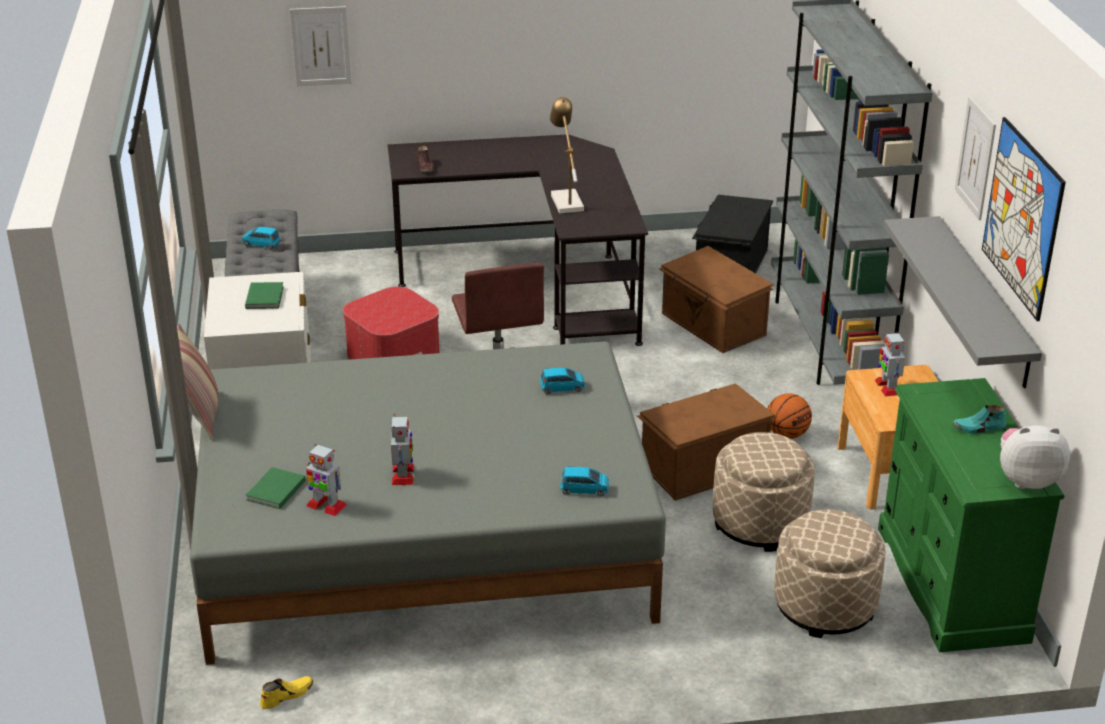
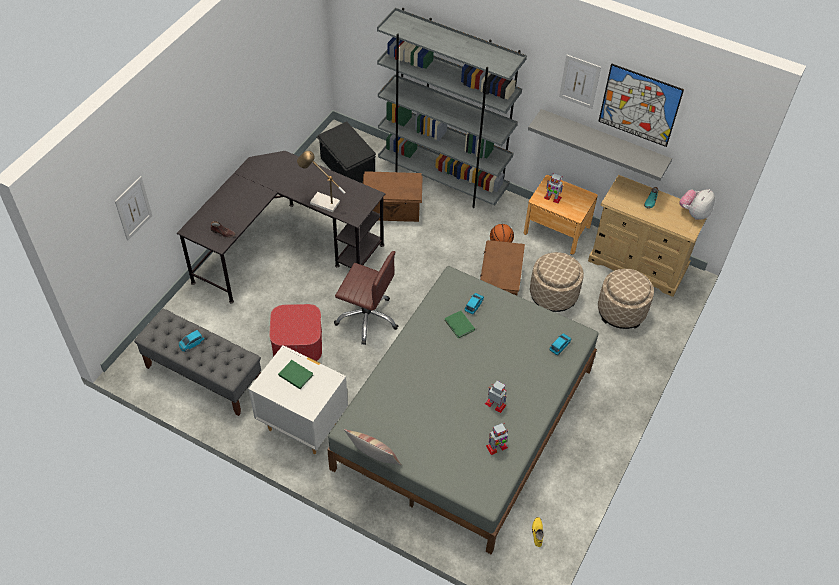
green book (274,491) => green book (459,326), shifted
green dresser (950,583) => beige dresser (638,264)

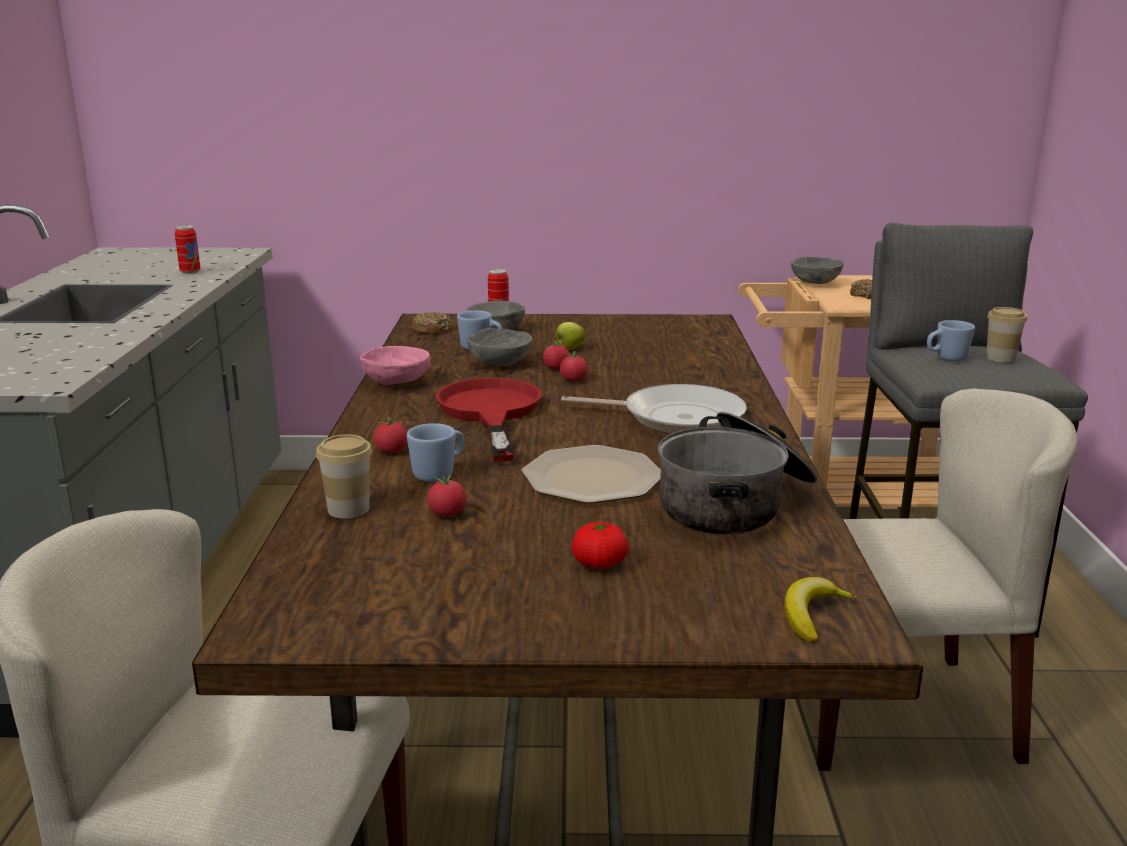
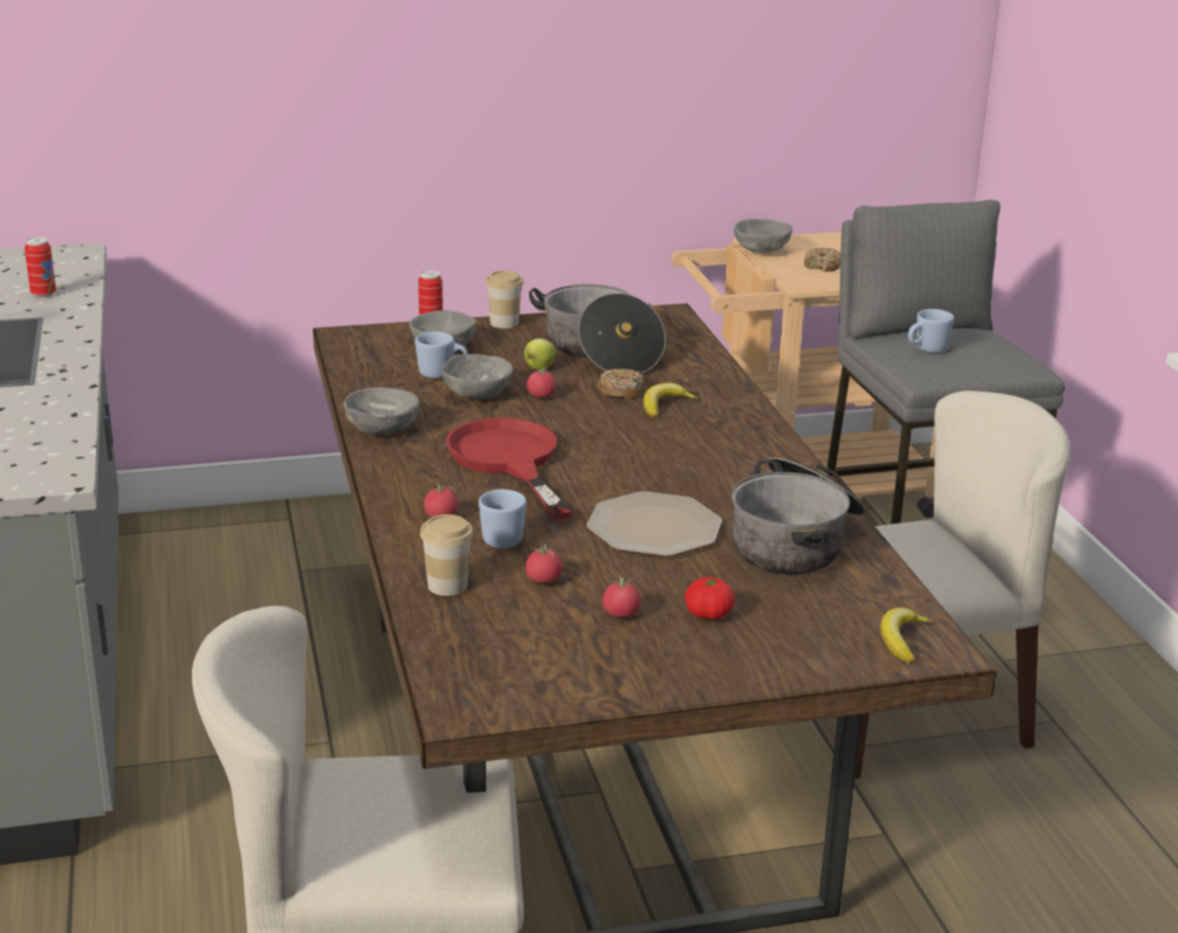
frying pan (676,417) => nothing
nothing => cooking pot (599,351)
nothing => banana (664,406)
donut (431,330) => donut (620,391), shifted
tomato (573,380) => tomato (621,614), shifted
cup (1000,358) => cup (504,323), shifted
pink bowl (396,382) => grey bowl (382,429)

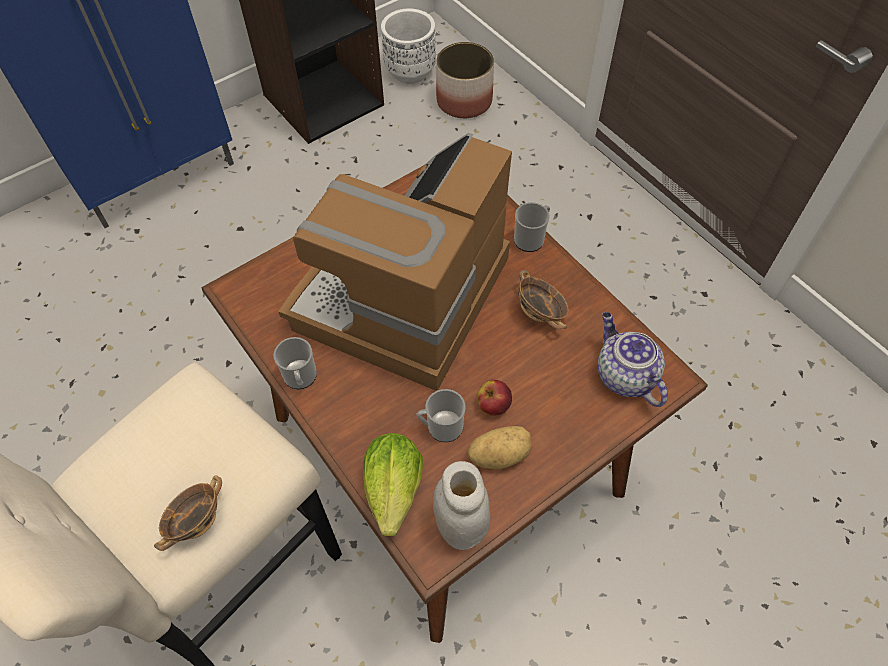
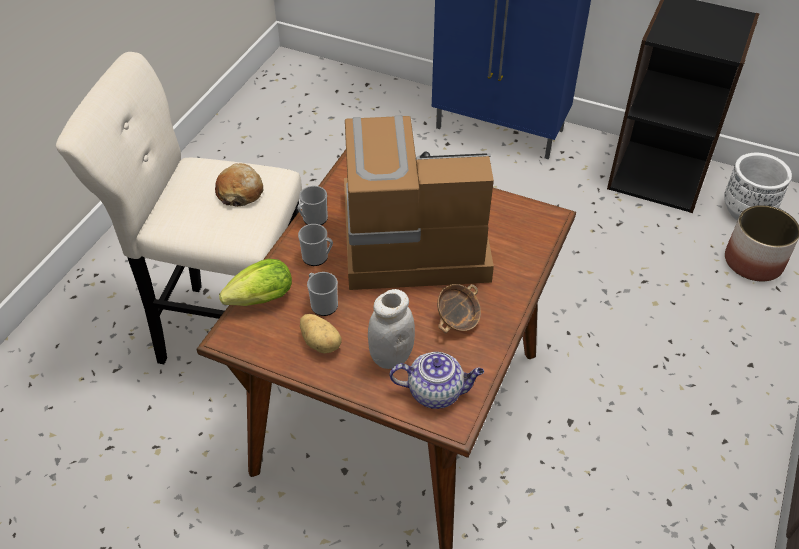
bowl (195,520) => nothing
apple (493,405) => nothing
nothing => bread (240,192)
white jar (461,526) => white jar (391,356), shifted
mug (531,238) => mug (318,257), shifted
teapot (624,375) => teapot (436,392), 60 degrees clockwise

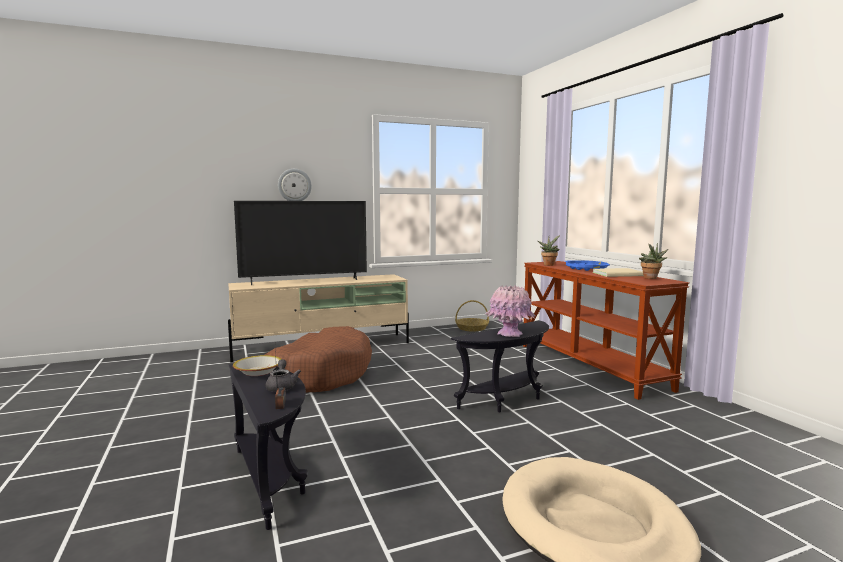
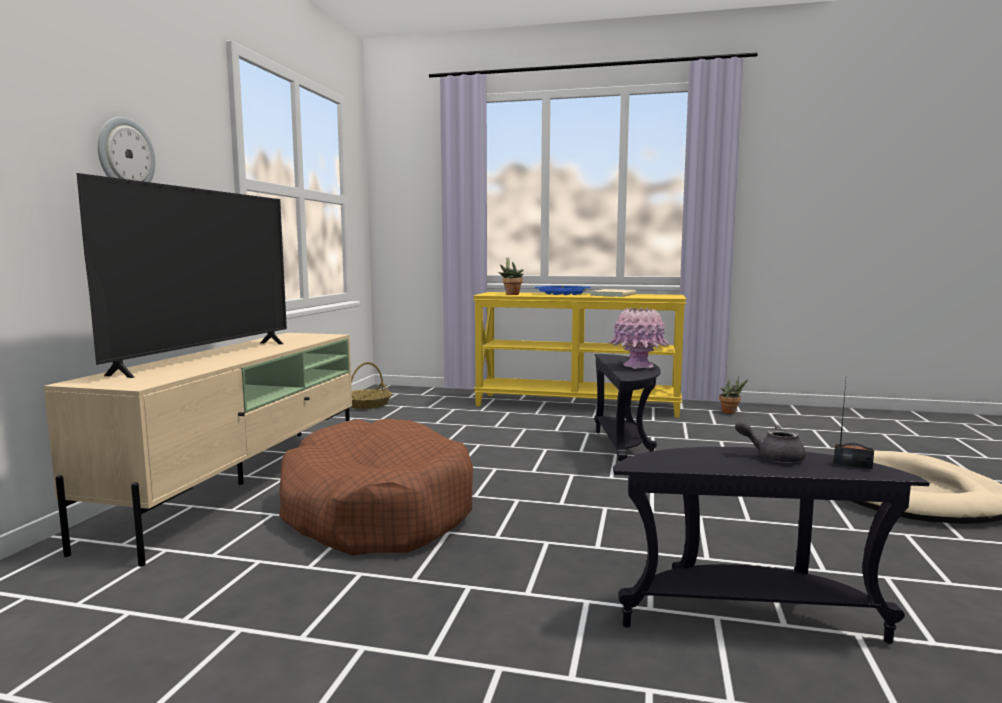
bowl (258,372) => nothing
potted plant (651,278) => potted plant (731,412), shifted
brown console table (591,365) => yellow console table (577,405)

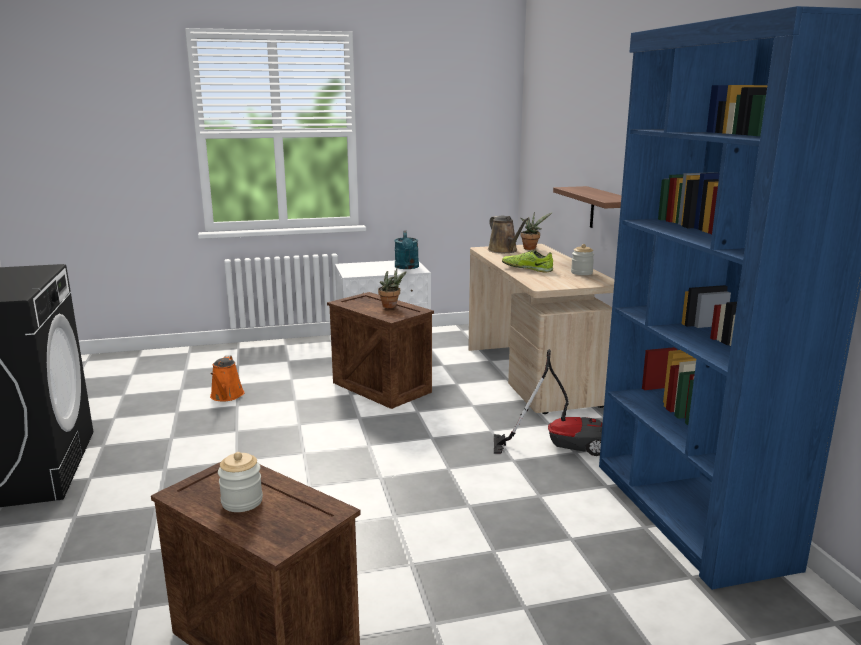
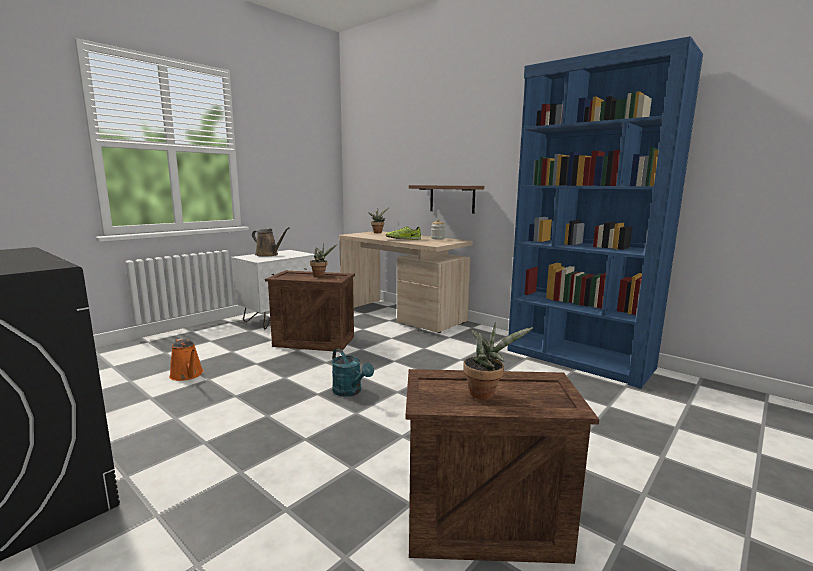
vacuum cleaner (559,444) => nothing
turquoise watering can (407,267) => turquoise watering can (350,392), shifted
brown watering can (504,250) => brown watering can (268,255), shifted
jar (242,501) => potted plant (485,393)

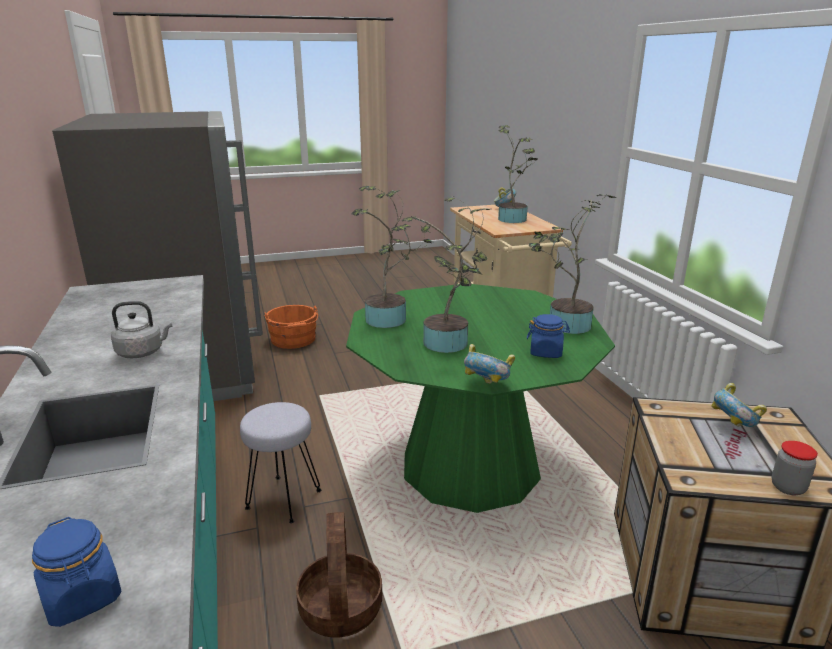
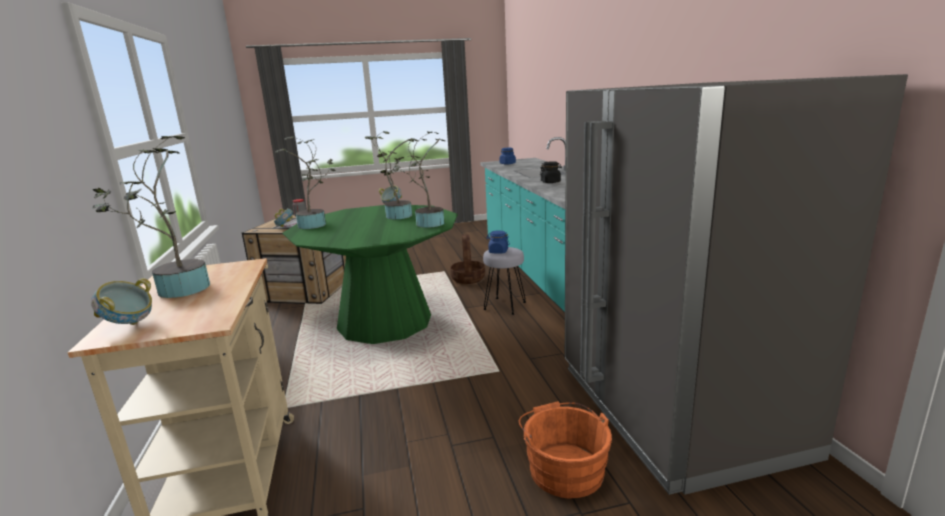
blue jar (546,352) => blue jar (498,251), shifted
grey kettle (143,352) => black jar (550,182)

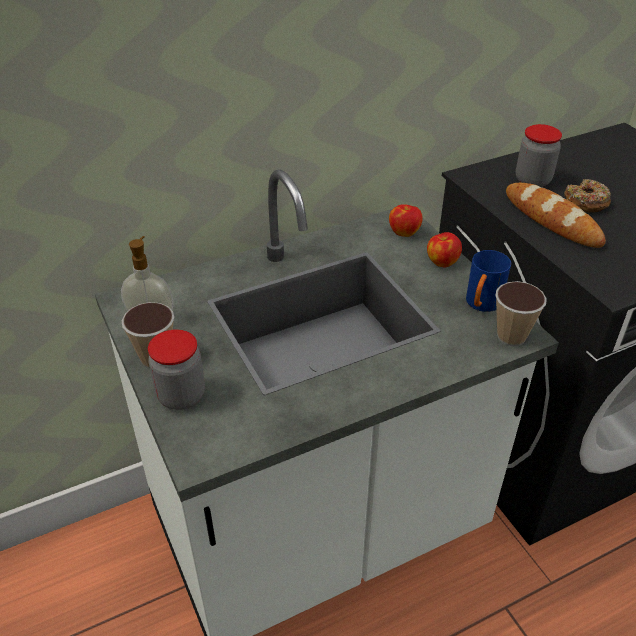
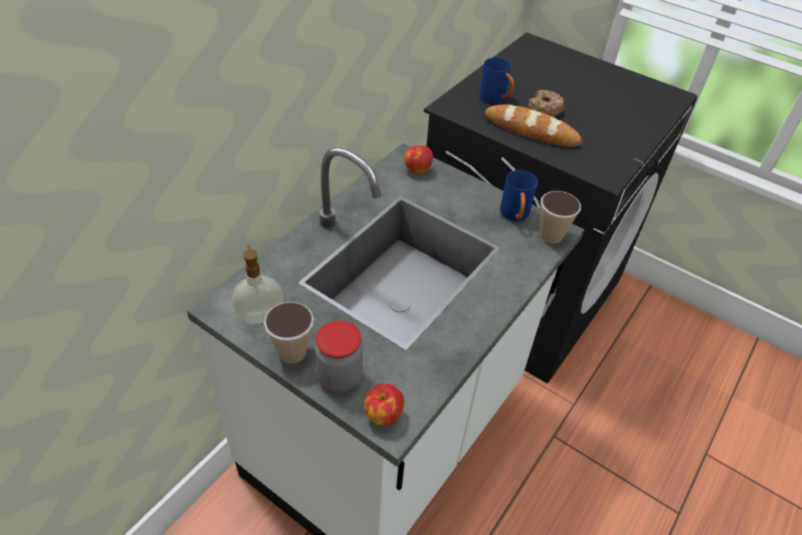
apple (442,262) => apple (383,415), shifted
jar (532,180) => blue mug (496,99)

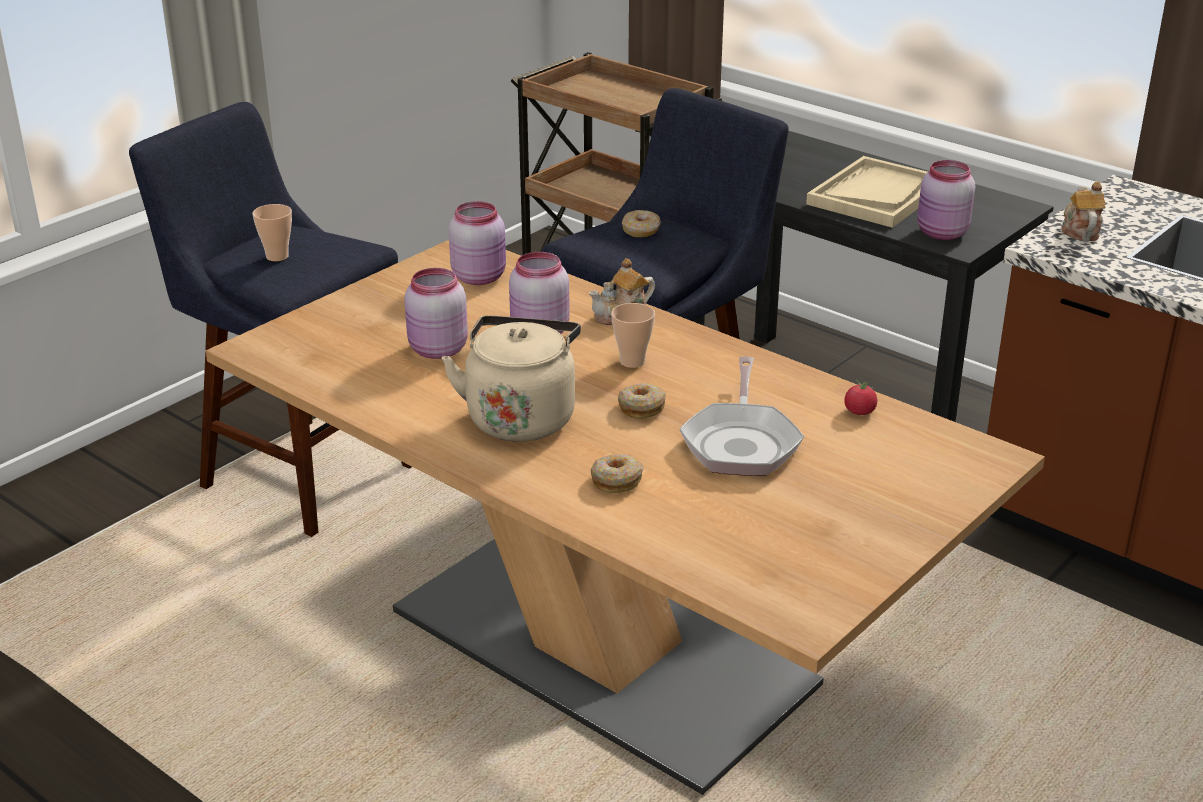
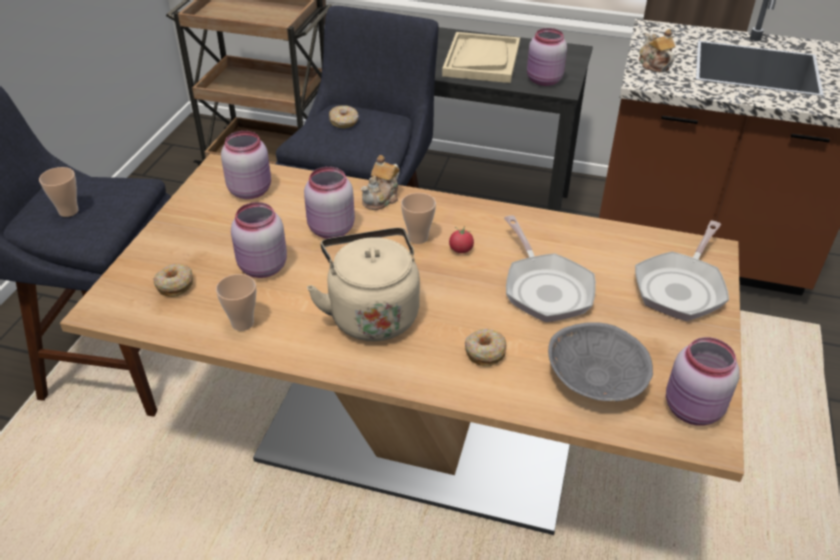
nothing => cup (242,323)
nothing => grey bowl (596,380)
nothing => frying pan (681,287)
nothing => pink jar (692,410)
donut (641,408) => donut (174,285), shifted
tomato (859,412) => tomato (461,249), shifted

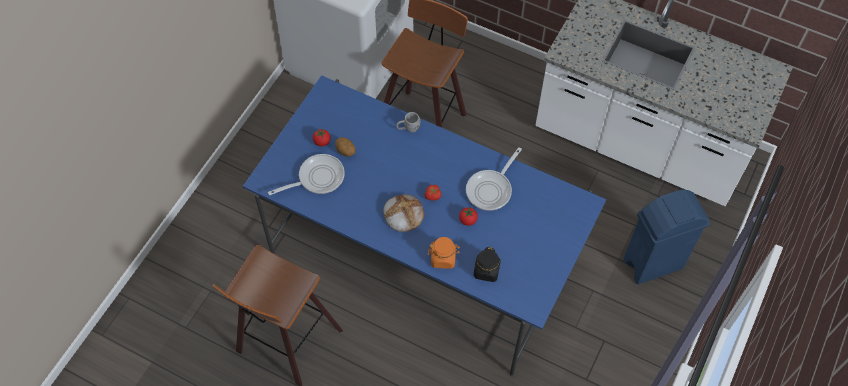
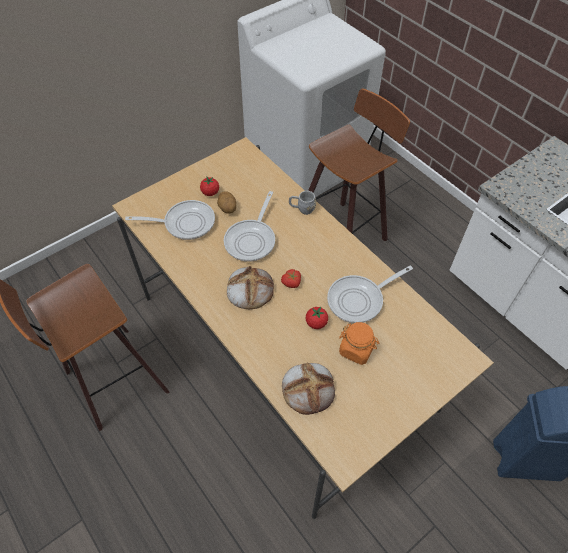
nothing => frying pan (252,240)
orange jar (443,258) => orange jar (356,350), shifted
black jar (486,271) => bread (308,388)
blue dining table (423,255) => beige dining table (284,351)

